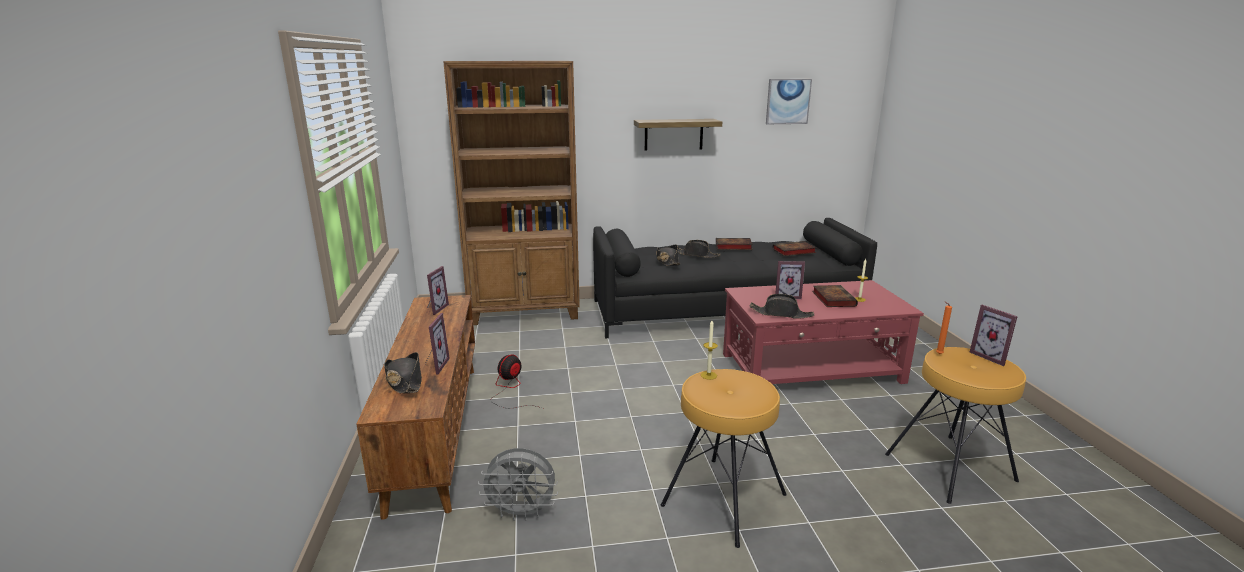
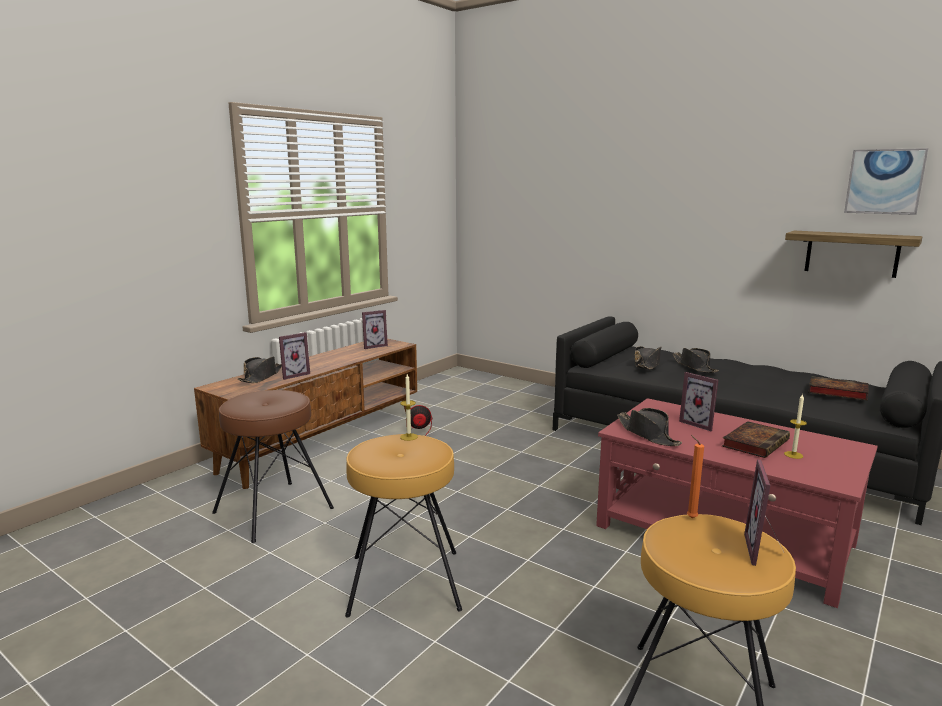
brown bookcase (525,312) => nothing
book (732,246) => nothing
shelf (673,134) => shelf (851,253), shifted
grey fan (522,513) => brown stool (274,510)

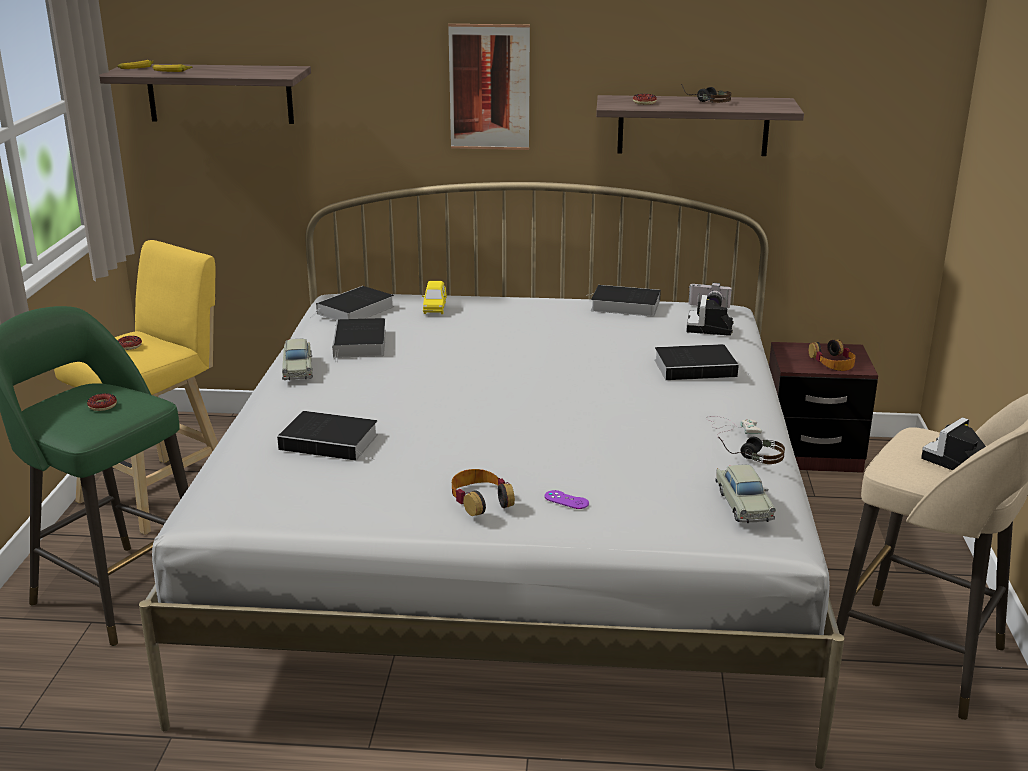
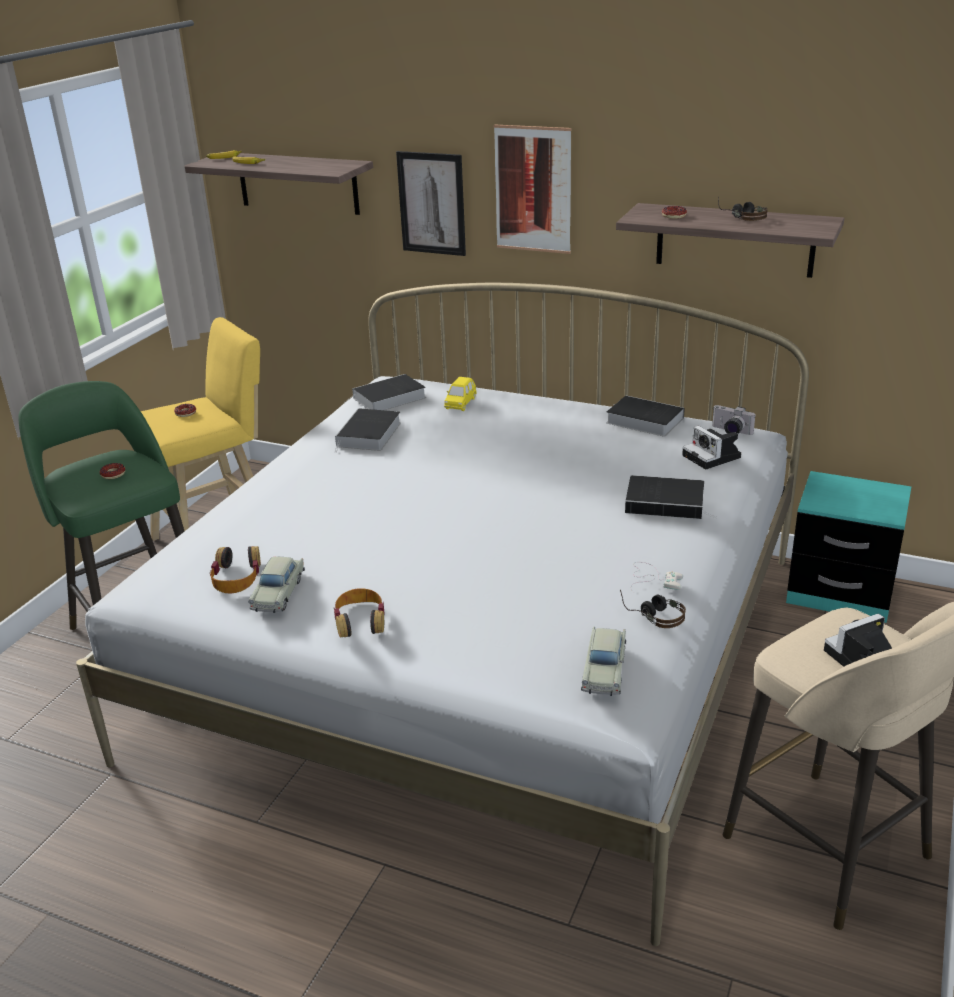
book (332,442) => nothing
purple game controller (566,500) => nothing
nothing => picture (432,203)
beige toy car (298,369) => beige toy car (279,592), shifted
headphones (832,362) => headphones (236,577), shifted
brown nightstand (811,454) => turquoise nightstand (840,593)
photo camera (710,328) => photo camera (713,457), 60 degrees counterclockwise

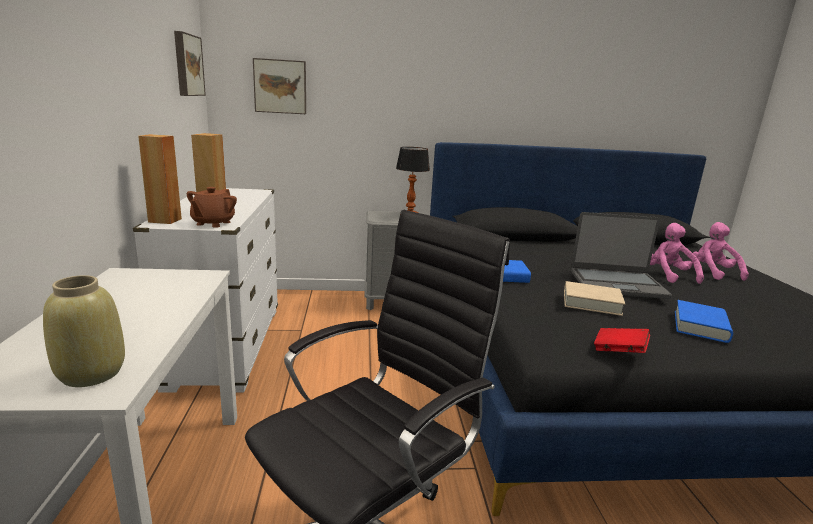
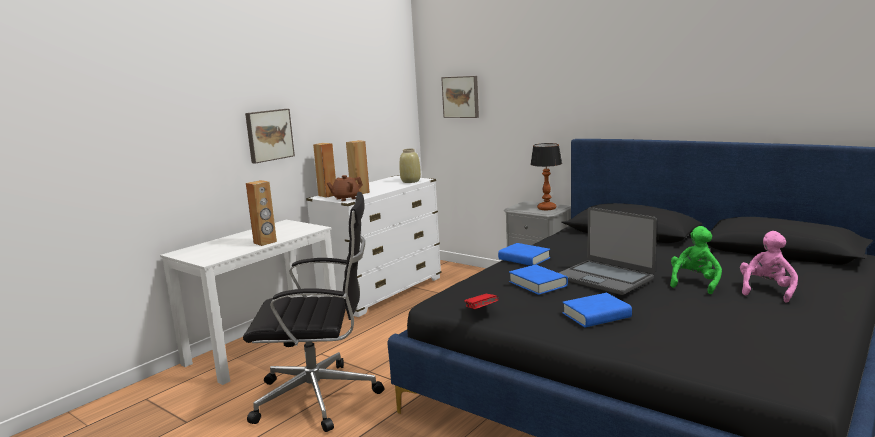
nothing => brown speaker (265,242)
beige vase (92,374) => beige vase (410,181), shifted
picture (187,65) => picture (269,135), shifted
beige book (591,303) => blue book (538,284)
pink plush toy (668,275) => green plush toy (695,283)

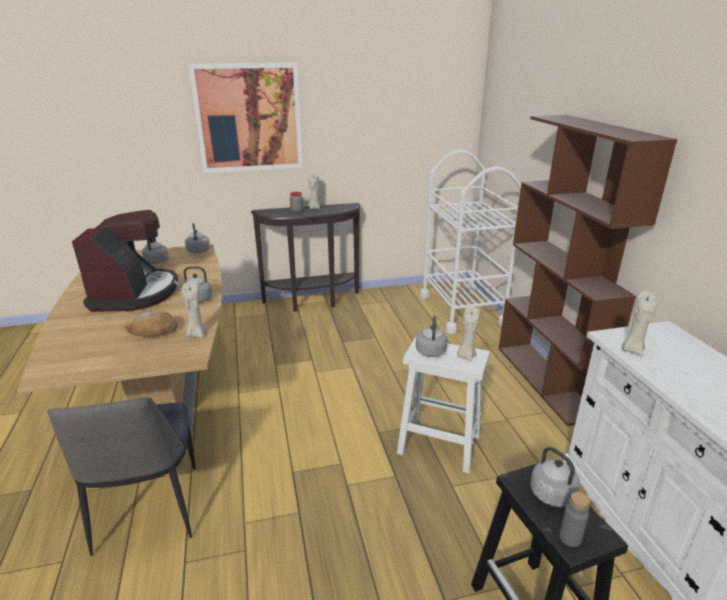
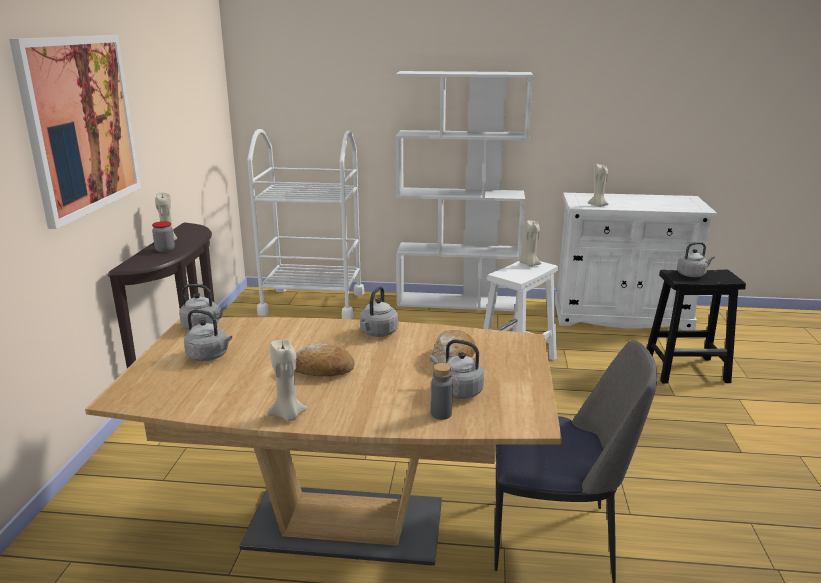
beige candle (196,334) => beige candle (288,415), shifted
grey kettle (430,350) => grey kettle (457,391), shifted
grey bottle (570,538) => grey bottle (441,414), shifted
coffee machine (135,293) => bread (322,370)
brown bookcase (546,381) => white bookcase (458,302)

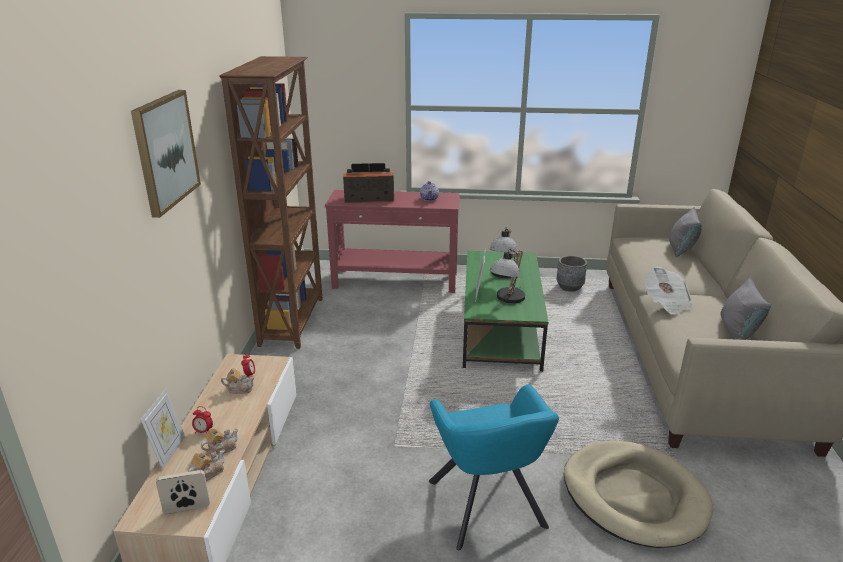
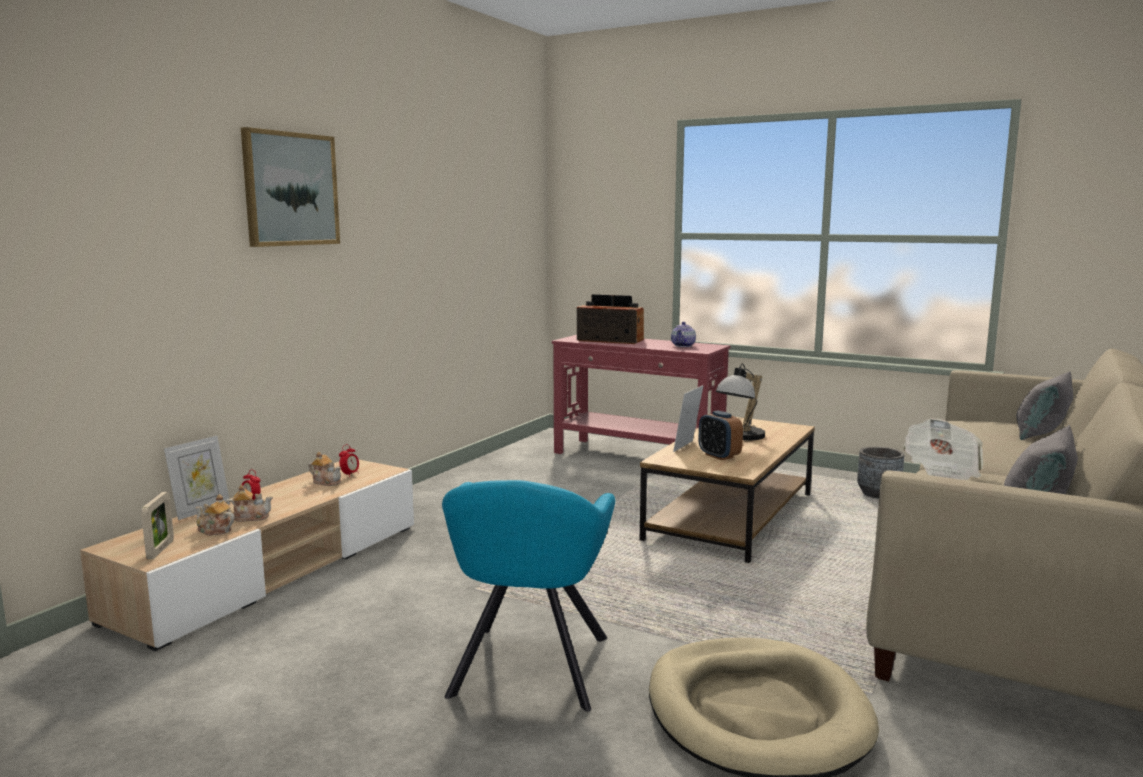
brown bookcase (293,321) => nothing
table lamp (507,300) => alarm clock (719,456)
green coffee table (501,329) => brown coffee table (732,516)
picture frame (187,508) => picture frame (160,549), 75 degrees clockwise
teapot (208,473) => teapot (214,530), 135 degrees counterclockwise

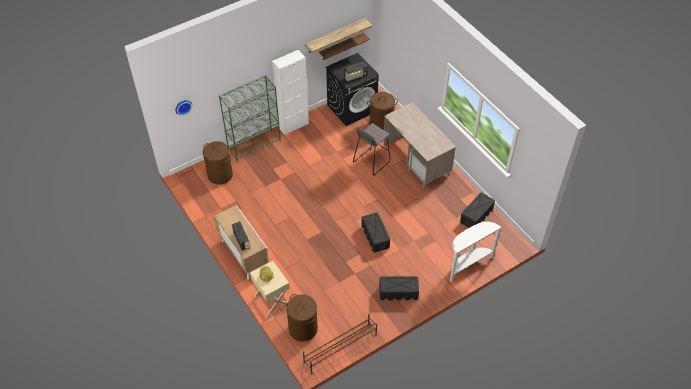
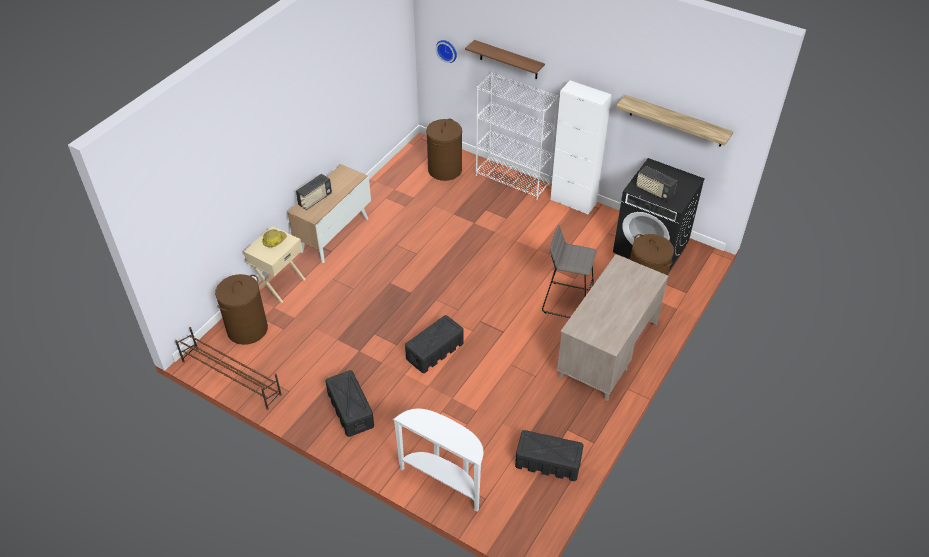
shelf (341,47) => shelf (508,60), shifted
green bookcase (254,145) => white bookcase (513,180)

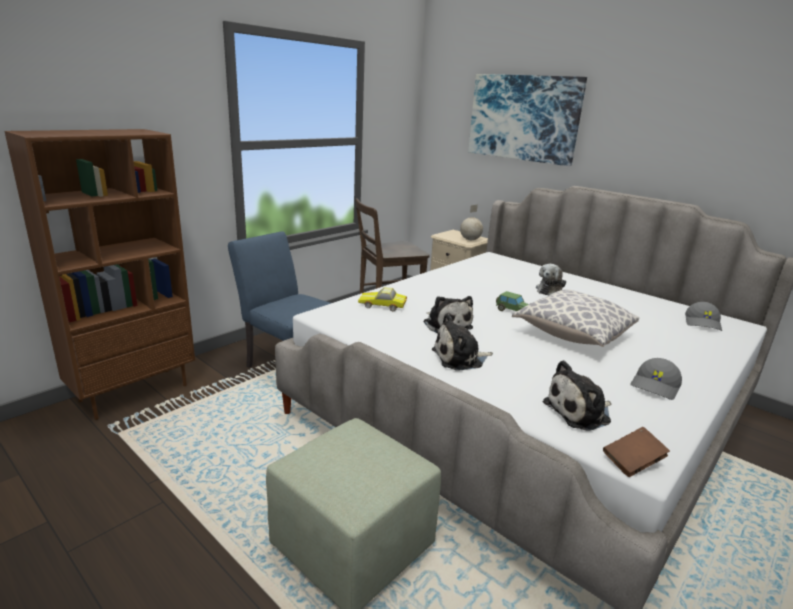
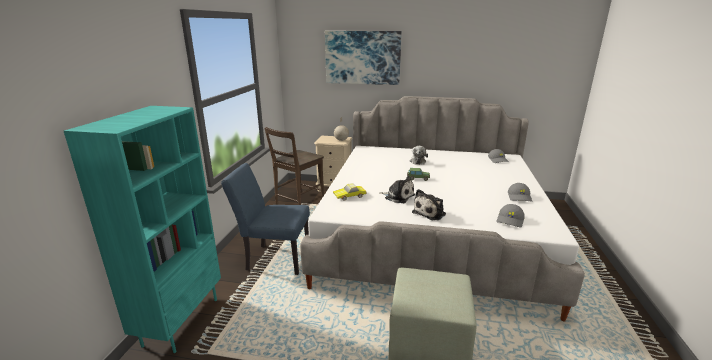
pillow (572,334) => nothing
brown book (632,462) => nothing
plush toy (580,412) => grey cap (510,220)
brown bookcase (134,392) => turquoise bookcase (181,321)

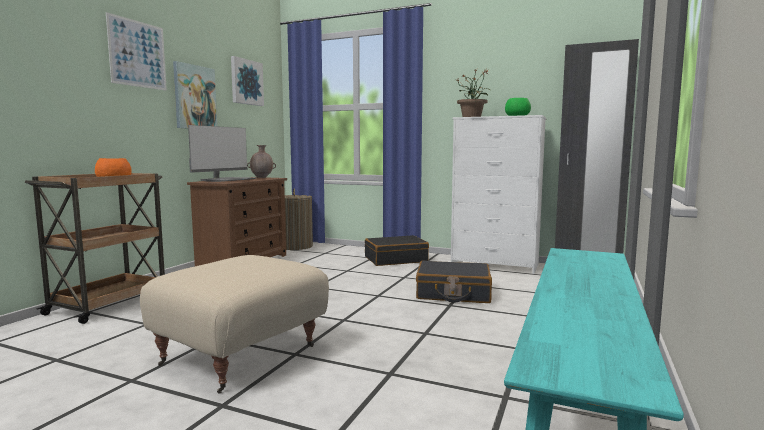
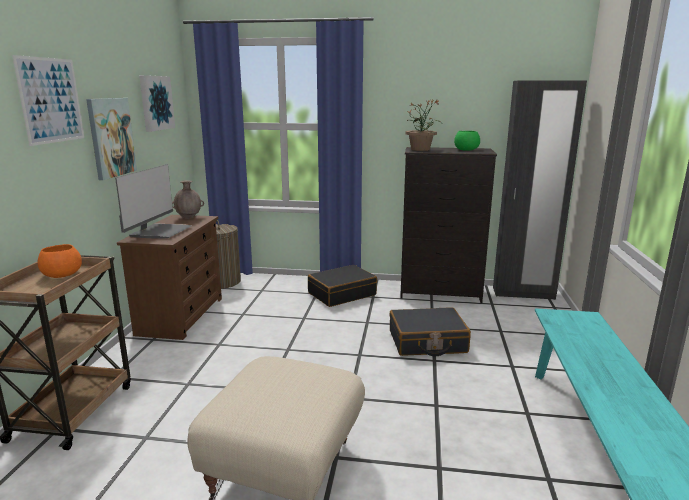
white dresser (495,265) => black dresser (440,293)

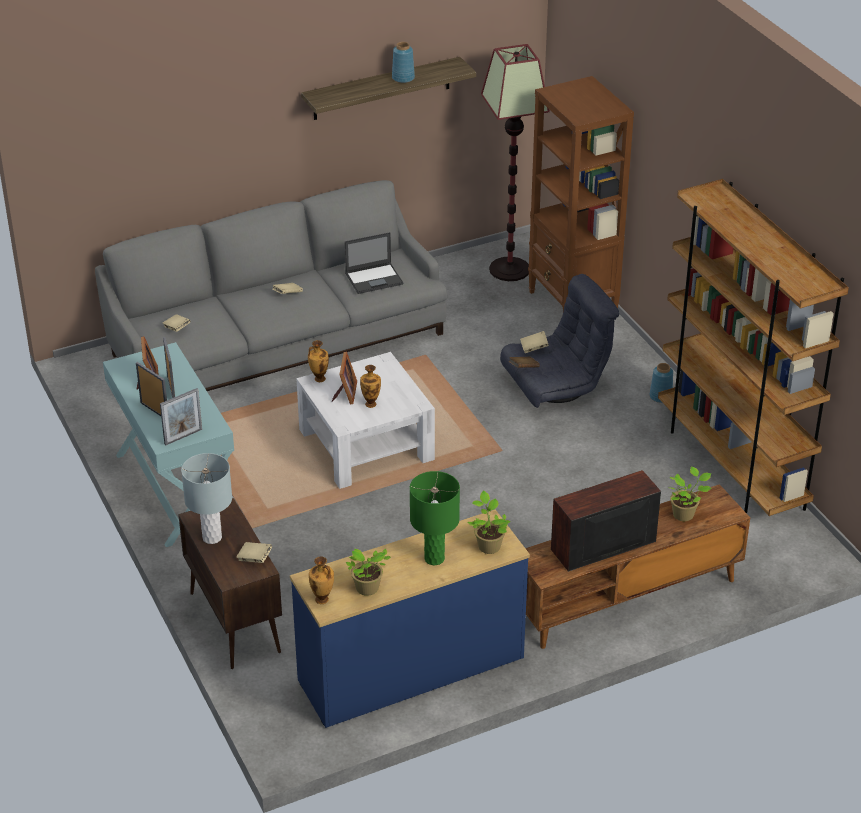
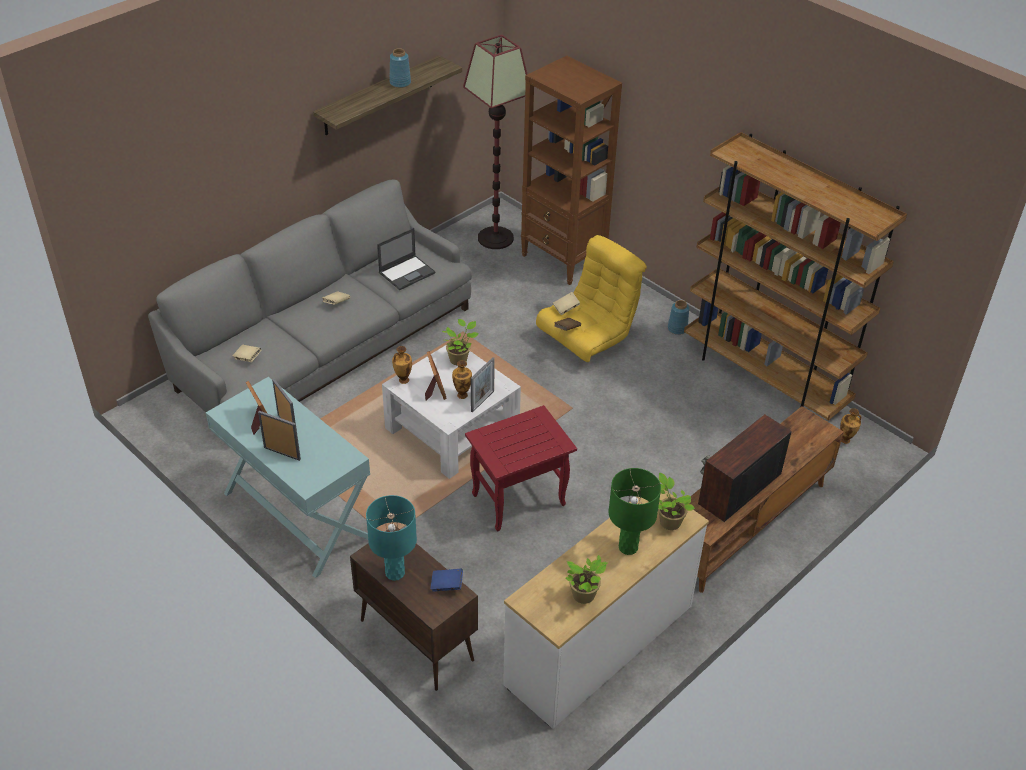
nothing => red side table (517,501)
picture frame (183,437) => picture frame (482,401), shifted
vase (322,600) => vase (845,440), shifted
potted plant (684,514) => potted plant (459,359), shifted
grey table lamp (212,537) => turquoise table lamp (395,573)
beige book (254,558) => blue book (447,585)
blue dresser (411,670) => white dresser (600,645)
grey armchair (556,387) => yellow armchair (588,338)

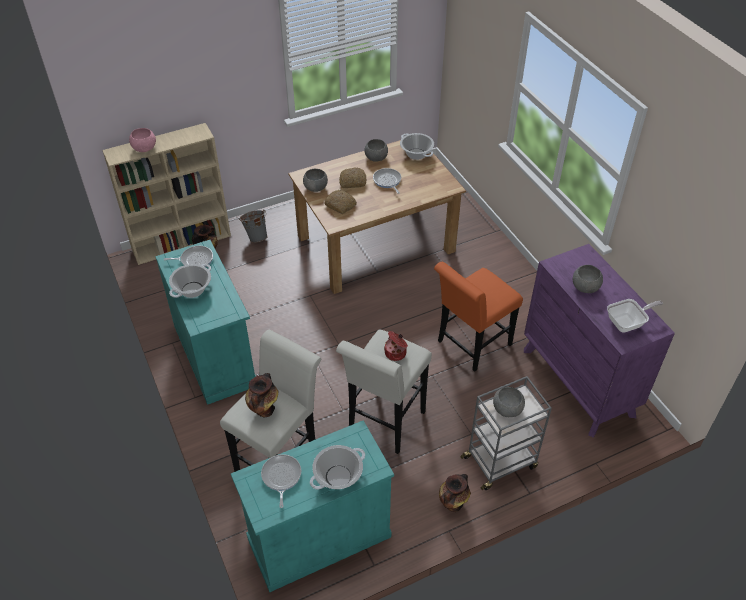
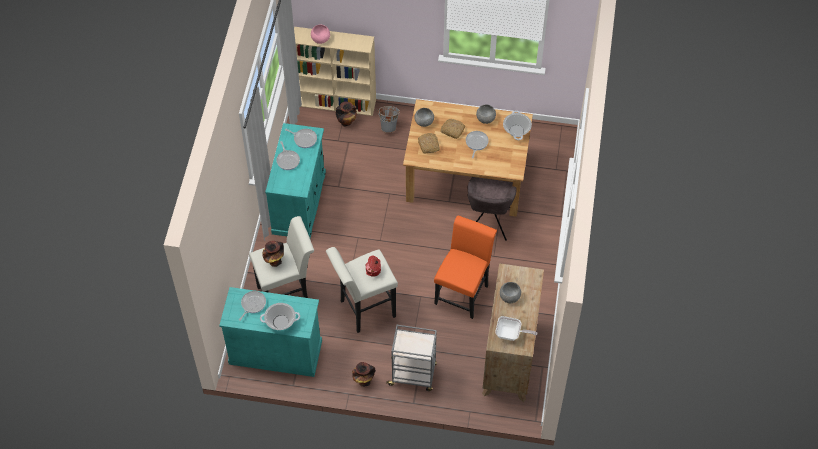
grey bowl (507,409) => nothing
nothing => grey chair (488,223)
cooking pot (192,289) => frying pan (288,160)
purple dresser (578,382) => brown dresser (509,357)
orange chair (470,345) => orange chair (463,291), 120 degrees clockwise

